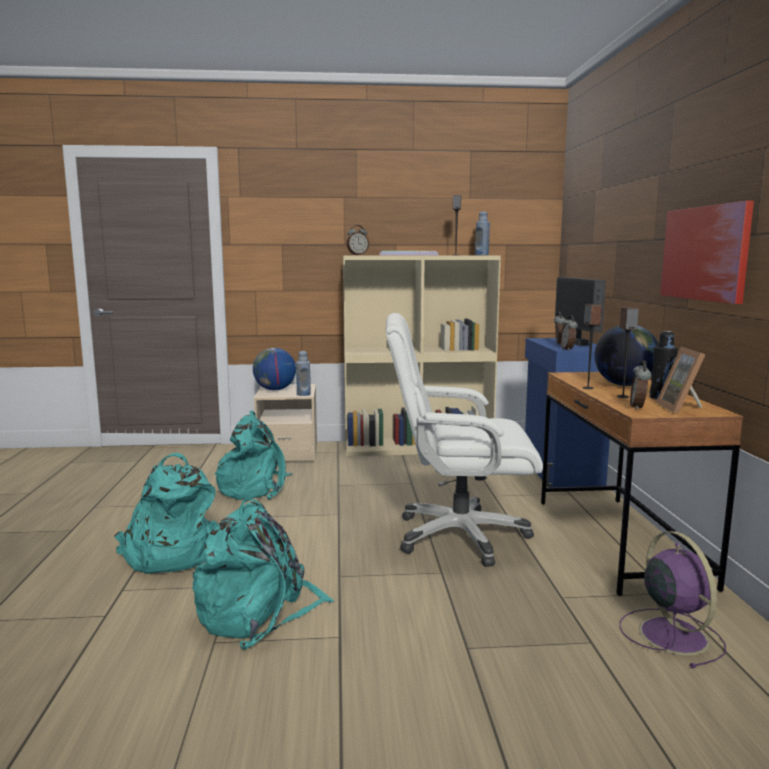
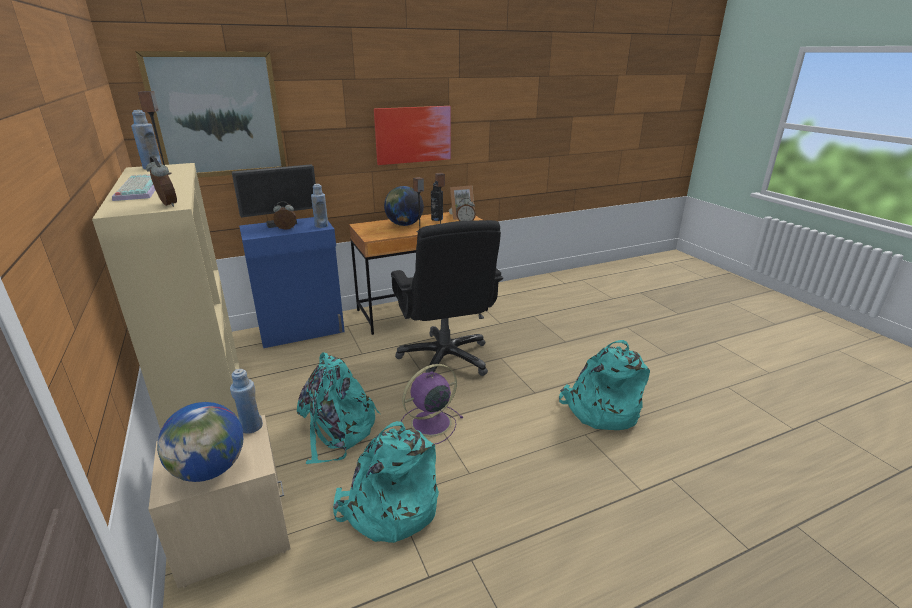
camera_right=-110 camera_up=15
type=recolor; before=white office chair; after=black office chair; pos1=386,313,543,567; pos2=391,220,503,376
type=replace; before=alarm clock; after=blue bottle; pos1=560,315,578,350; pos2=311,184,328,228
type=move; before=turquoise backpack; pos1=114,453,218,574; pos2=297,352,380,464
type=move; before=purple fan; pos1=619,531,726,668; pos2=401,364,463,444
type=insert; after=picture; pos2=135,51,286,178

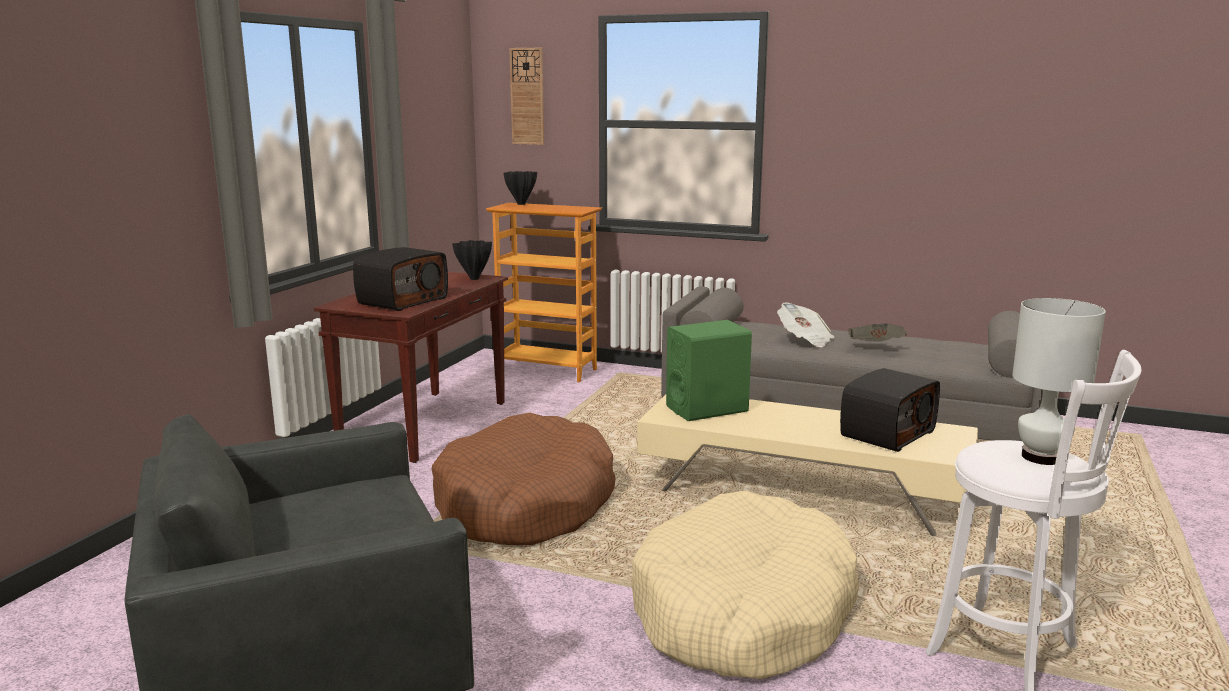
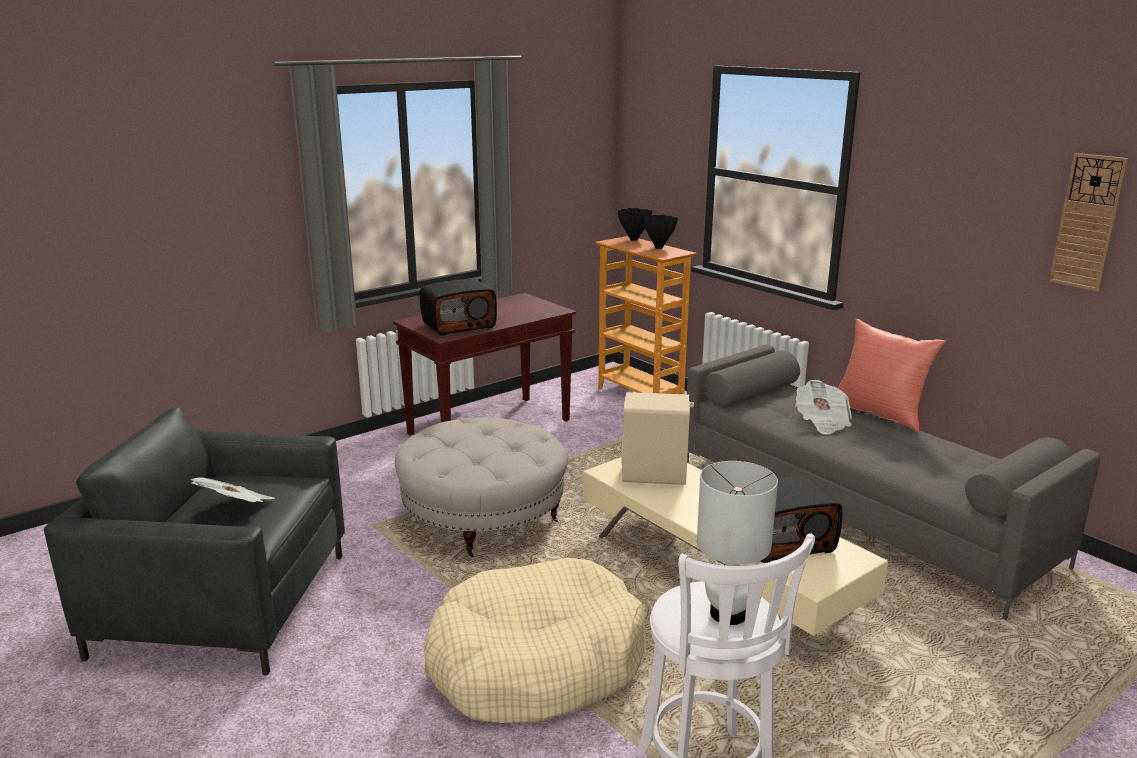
camera_right=30 camera_up=5
type=move; before=wall clock; pos1=509,48,544,145; pos2=1049,153,1128,291
type=move; before=black vase; pos1=452,240,492,280; pos2=643,215,678,249
type=recolor; before=green speaker; after=beige speaker; pos1=666,320,752,421; pos2=622,392,694,485
type=move; before=newspaper; pos1=849,323,907,341; pos2=191,477,275,502
type=replace; before=brown dog bed; after=beige ottoman; pos1=431,413,616,545; pos2=395,417,568,557
type=insert; after=red pillow; pos2=838,319,946,432

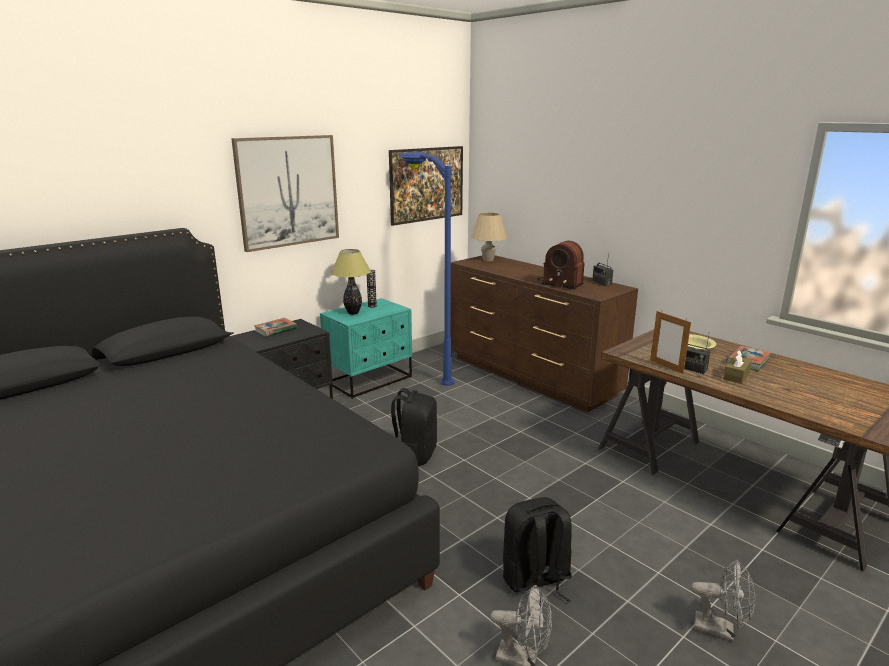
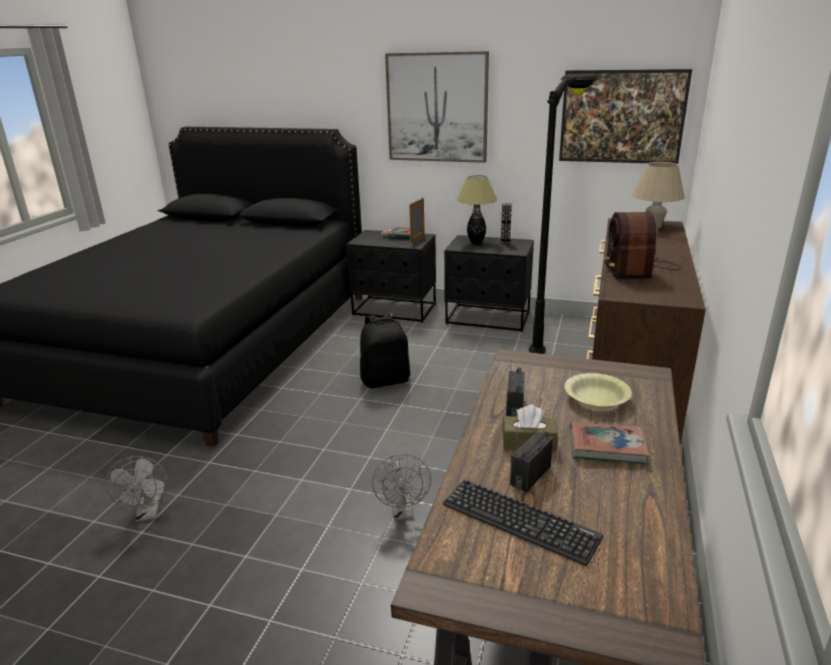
camera_right=60 camera_up=5
type=recolor; before=blue floor lamp; after=black floor lamp; pos1=399,152,455,386; pos2=529,74,599,354
type=move; before=radio; pos1=592,253,613,286; pos2=510,420,553,492
type=recolor; before=turquoise nightstand; after=black nightstand; pos1=320,298,412,399; pos2=444,235,534,332
type=move; before=picture frame; pos1=650,311,691,374; pos2=410,198,425,244
type=delete; before=black backpack; pos1=503,497,572,607
type=move; before=grey fan; pos1=691,560,755,641; pos2=372,454,431,520
type=insert; after=keyboard; pos2=443,479,603,566

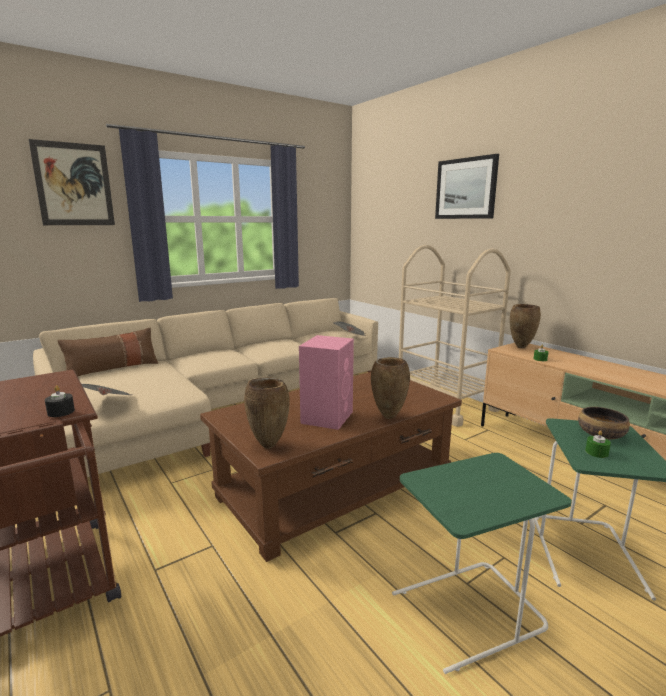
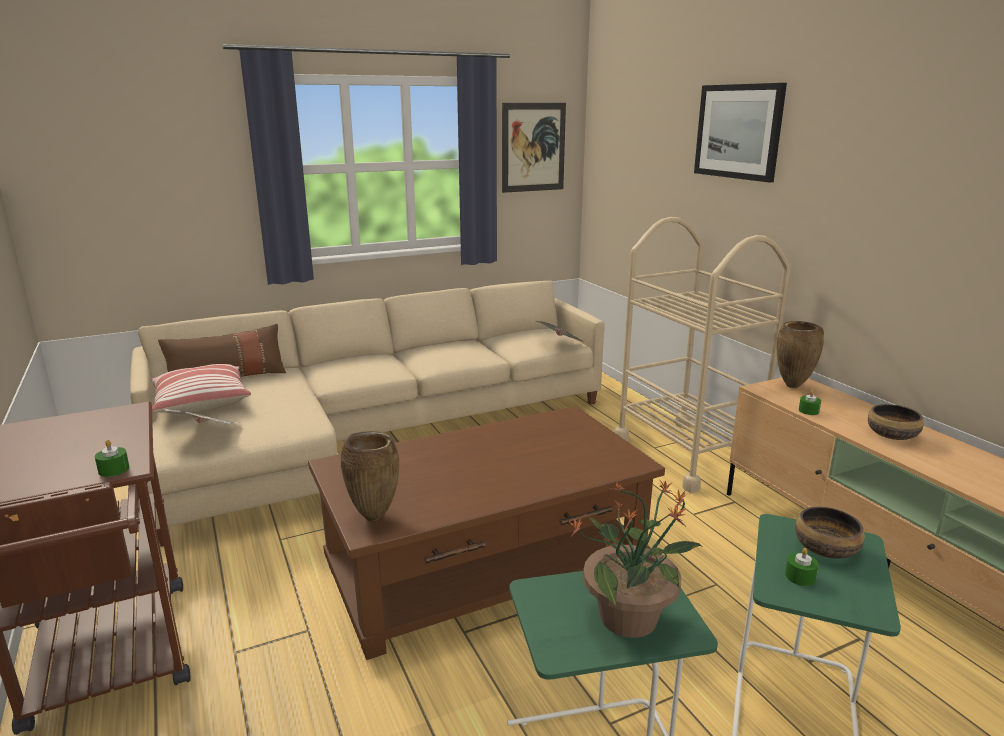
camera_right=10 camera_up=5
type=move; before=picture; pos1=28,139,115,225; pos2=502,103,566,193
type=delete; before=pink speaker; pos1=299,335,354,430
type=delete; before=brown vase; pos1=371,357,410,419
type=recolor; before=black candle; after=green candle; pos1=45,385,75,417; pos2=95,440,129,477
type=insert; after=pillow; pos2=151,364,251,414
type=insert; after=bowl; pos2=868,404,924,440
type=insert; after=potted plant; pos2=568,480,703,638

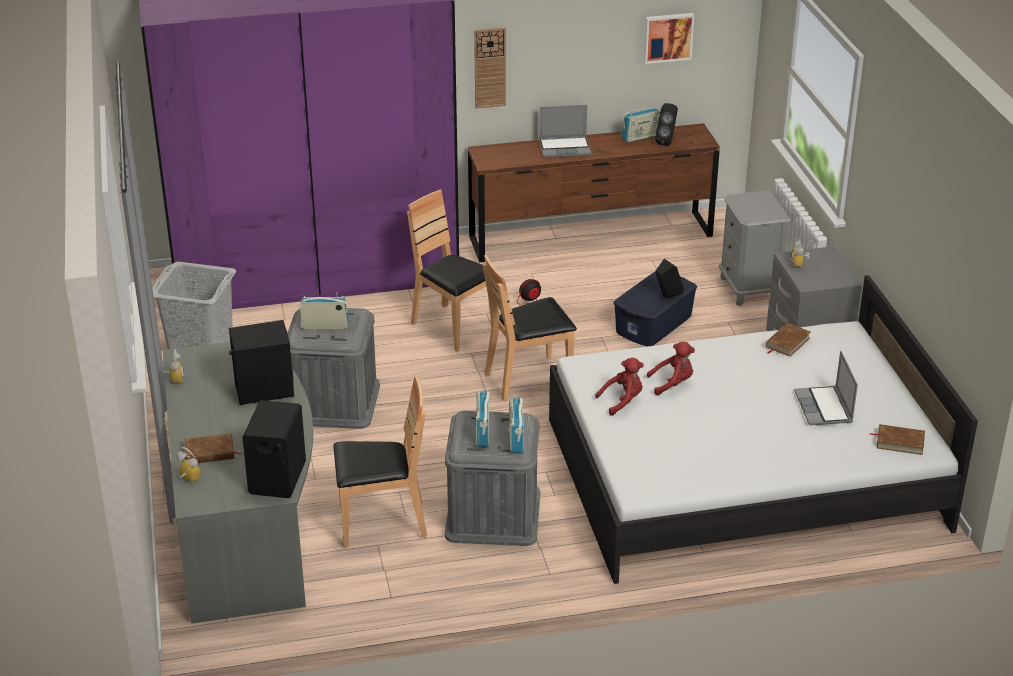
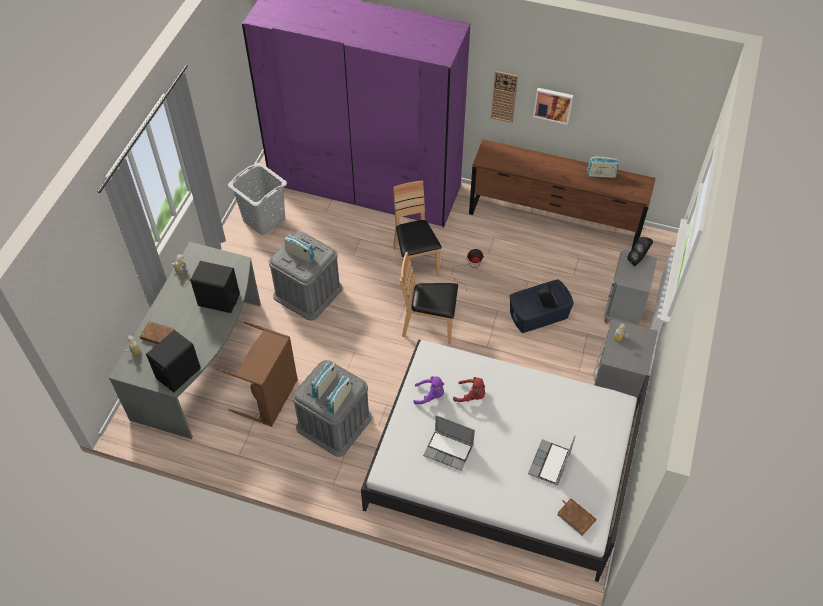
camera_right=30 camera_up=20
type=move; before=picture; pos1=644,13,694,64; pos2=533,88,573,125
type=move; before=black speaker; pos1=655,103,678,146; pos2=627,237,653,266
type=move; before=laptop; pos1=539,105,591,158; pos2=423,415,475,471
type=delete; before=brown book; pos1=766,323,811,357
type=recolor; before=red plush toy; after=purple plush toy; pos1=595,357,644,415; pos2=413,376,444,405
type=replace; before=brown chair; after=brown laundry basket; pos1=333,376,427,548; pos2=216,322,298,427

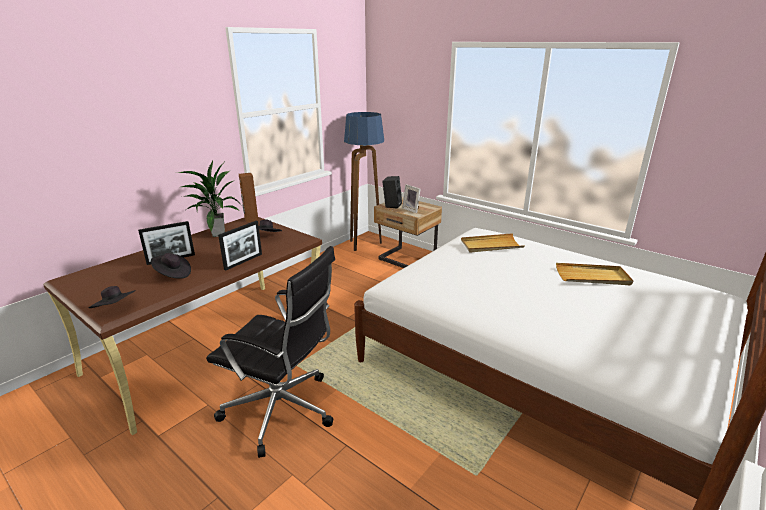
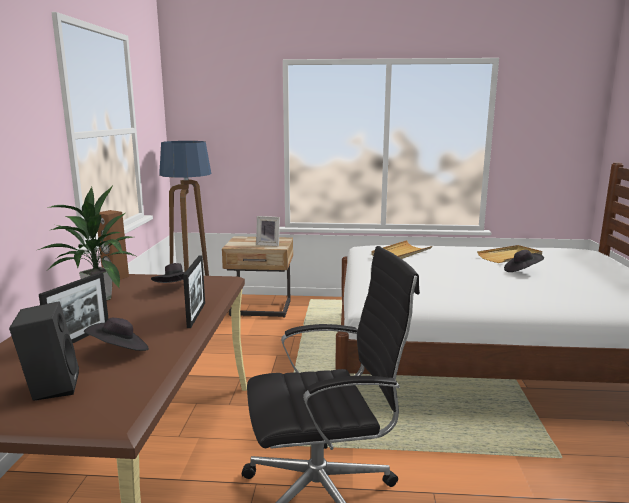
camera_right=-35 camera_up=-10
type=move; before=black speaker; pos1=382,176,402,209; pos2=9,301,79,401
type=move; before=black hat; pos1=89,286,136,308; pos2=504,250,544,272

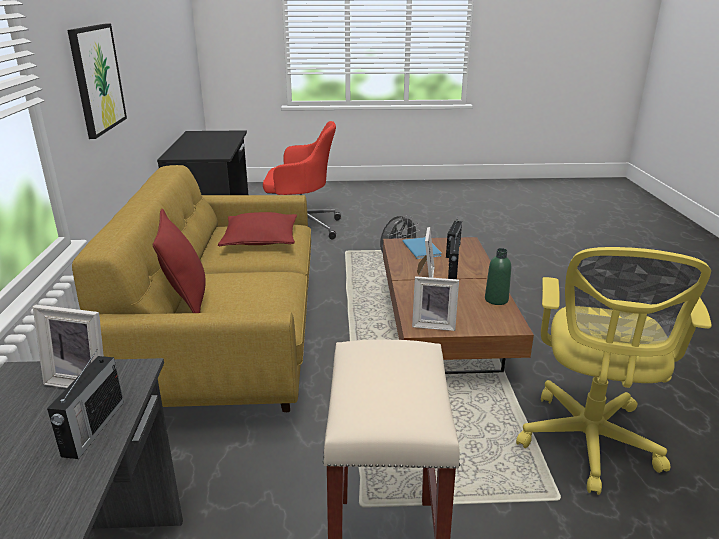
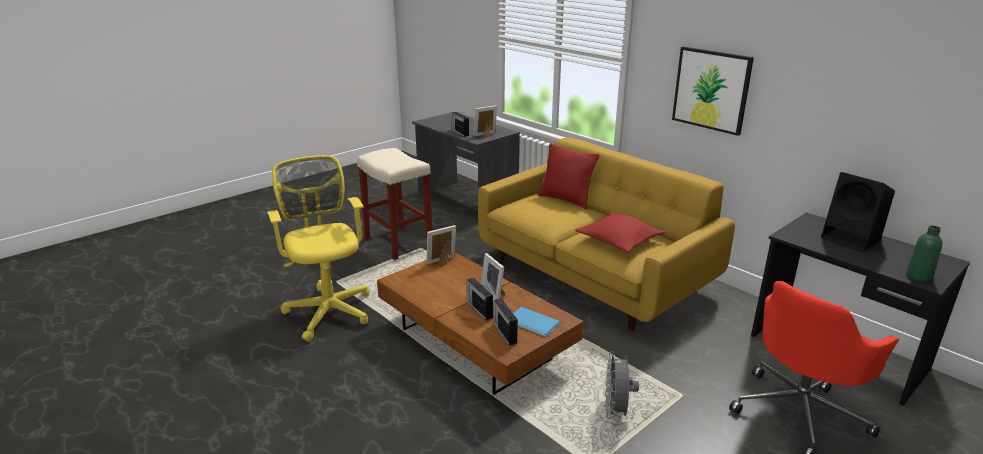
camera_right=140 camera_up=0
type=move; before=green bottle; pos1=485,248,511,305; pos2=906,226,943,282
type=insert; after=black speaker; pos2=821,172,895,252

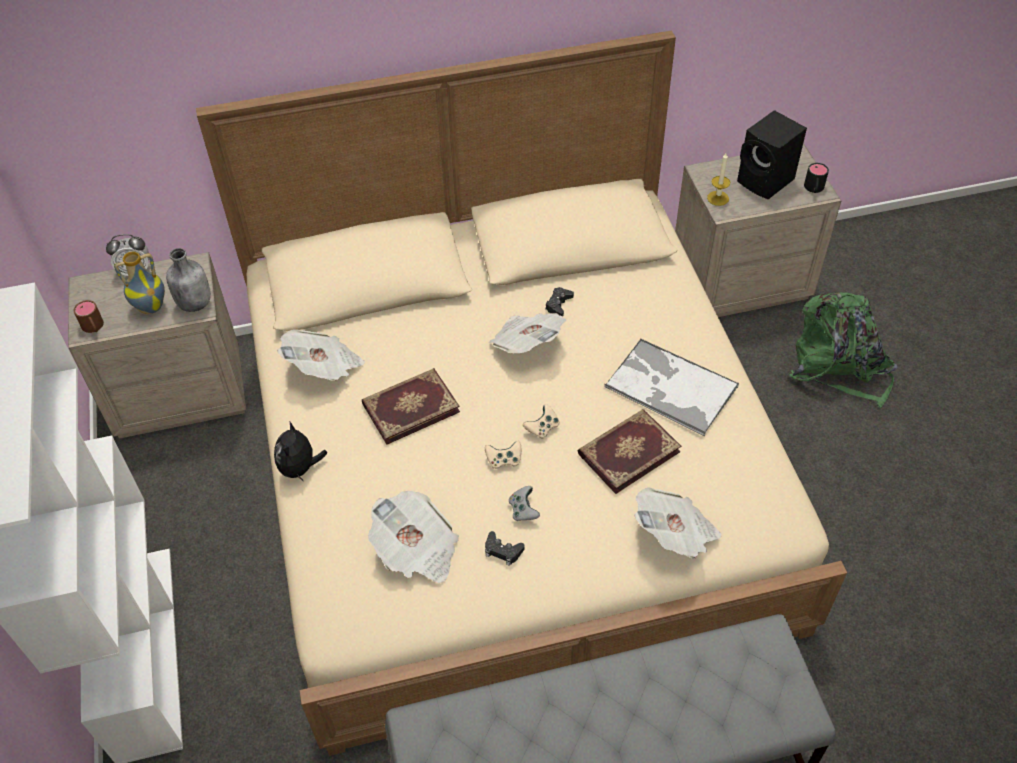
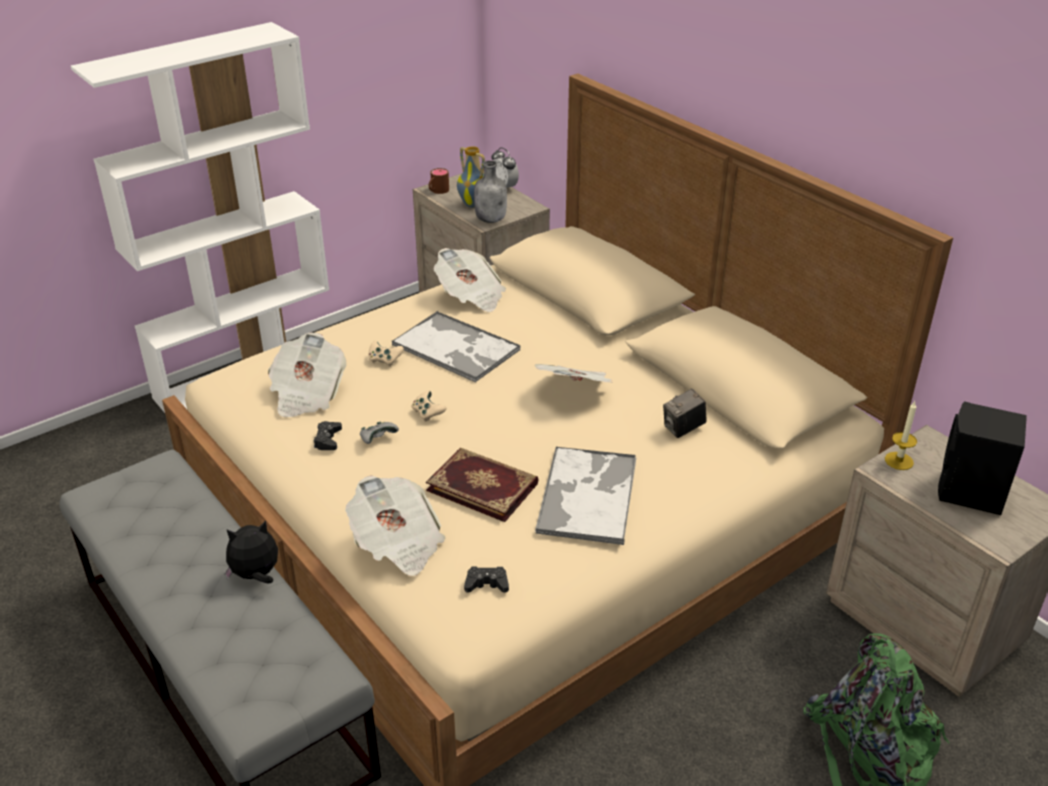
camera_right=65 camera_up=-15
type=delete; before=black mug; pos1=804,163,829,193
type=move; before=black game controller; pos1=545,287,574,316; pos2=464,567,509,593
type=replace; before=book; after=tray; pos1=362,368,460,445; pos2=392,311,521,383
type=move; before=beige game controller; pos1=523,404,560,439; pos2=368,341,404,367
type=move; before=plush toy; pos1=274,422,328,482; pos2=225,520,278,584
type=insert; after=photo camera; pos2=663,389,707,438

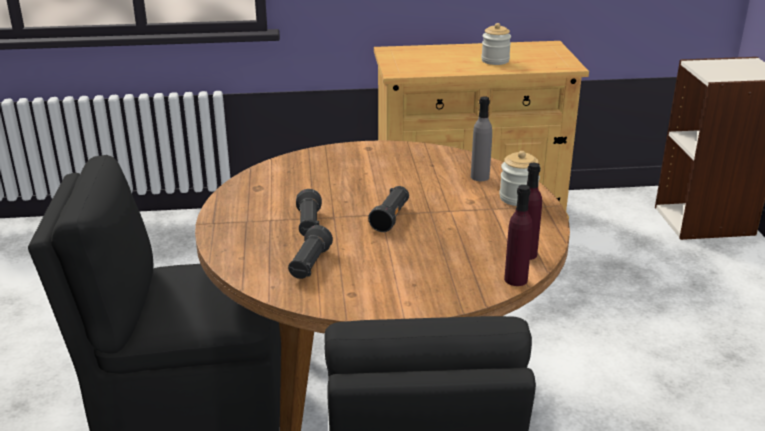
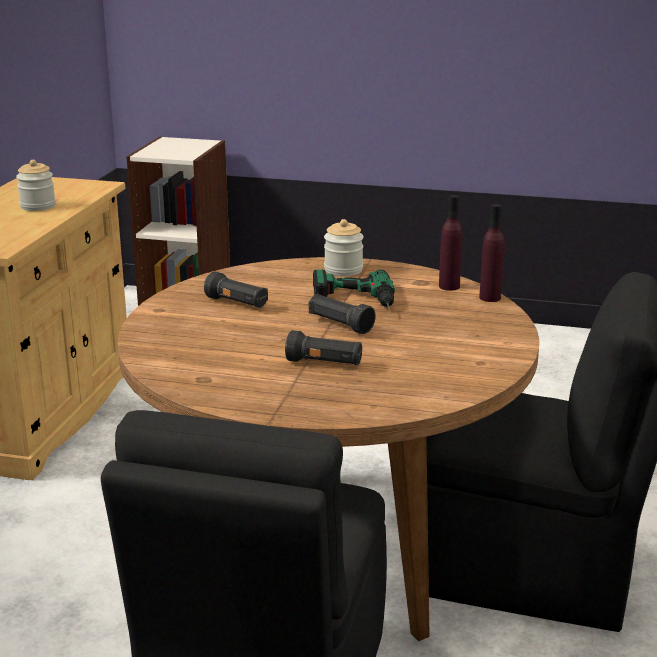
camera_right=-70 camera_up=-5
type=delete; before=grey bottle; pos1=471,96,492,181
type=move; before=black flashlight; pos1=288,225,333,279; pos2=204,271,268,308
type=insert; after=power drill; pos2=313,270,395,311

